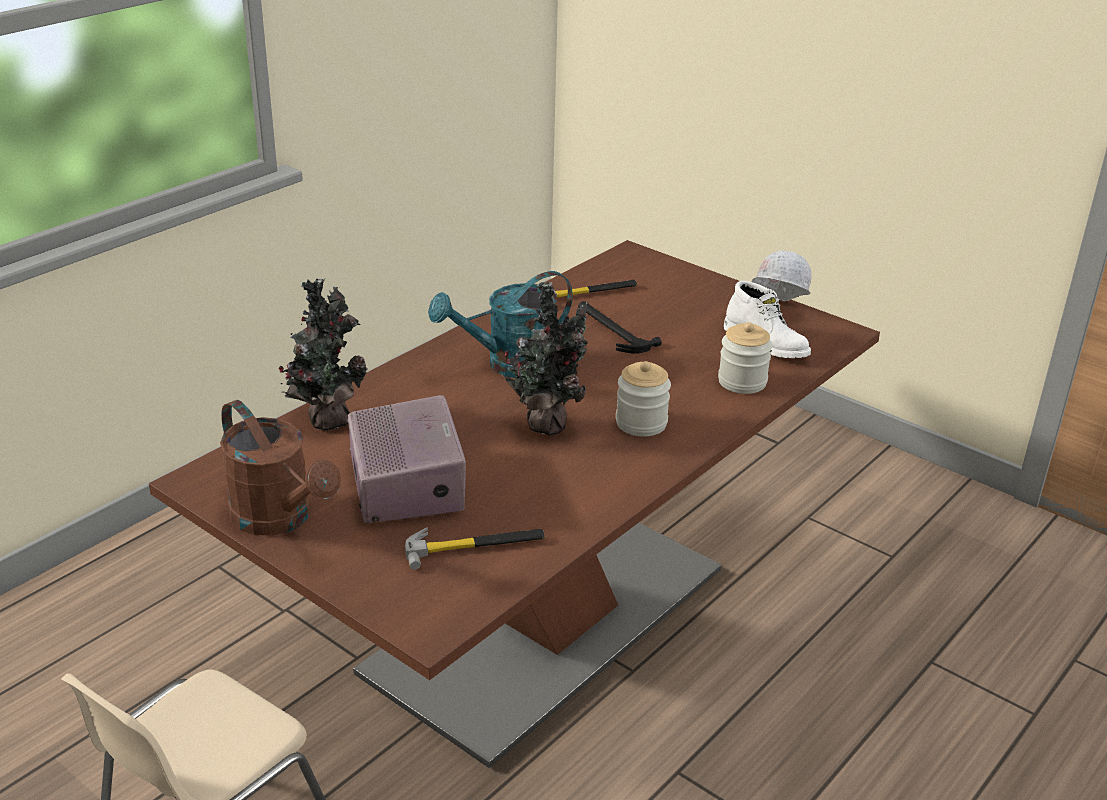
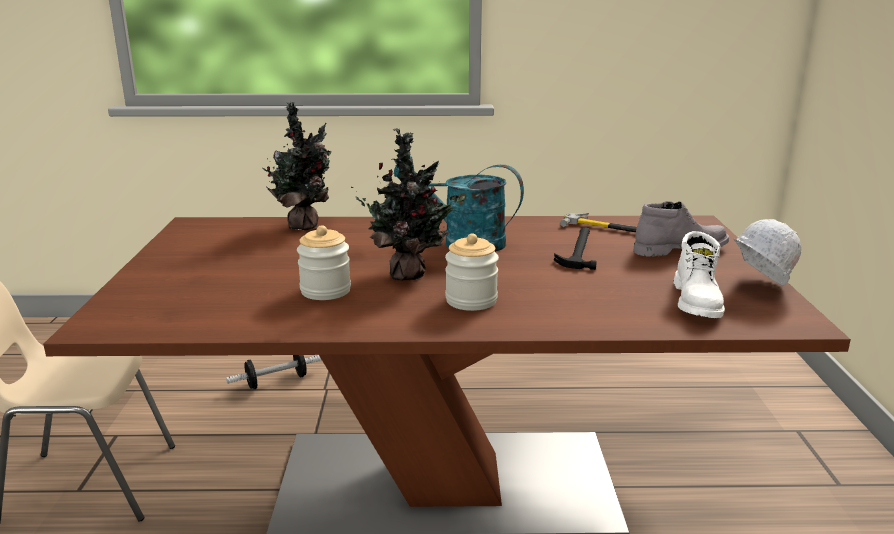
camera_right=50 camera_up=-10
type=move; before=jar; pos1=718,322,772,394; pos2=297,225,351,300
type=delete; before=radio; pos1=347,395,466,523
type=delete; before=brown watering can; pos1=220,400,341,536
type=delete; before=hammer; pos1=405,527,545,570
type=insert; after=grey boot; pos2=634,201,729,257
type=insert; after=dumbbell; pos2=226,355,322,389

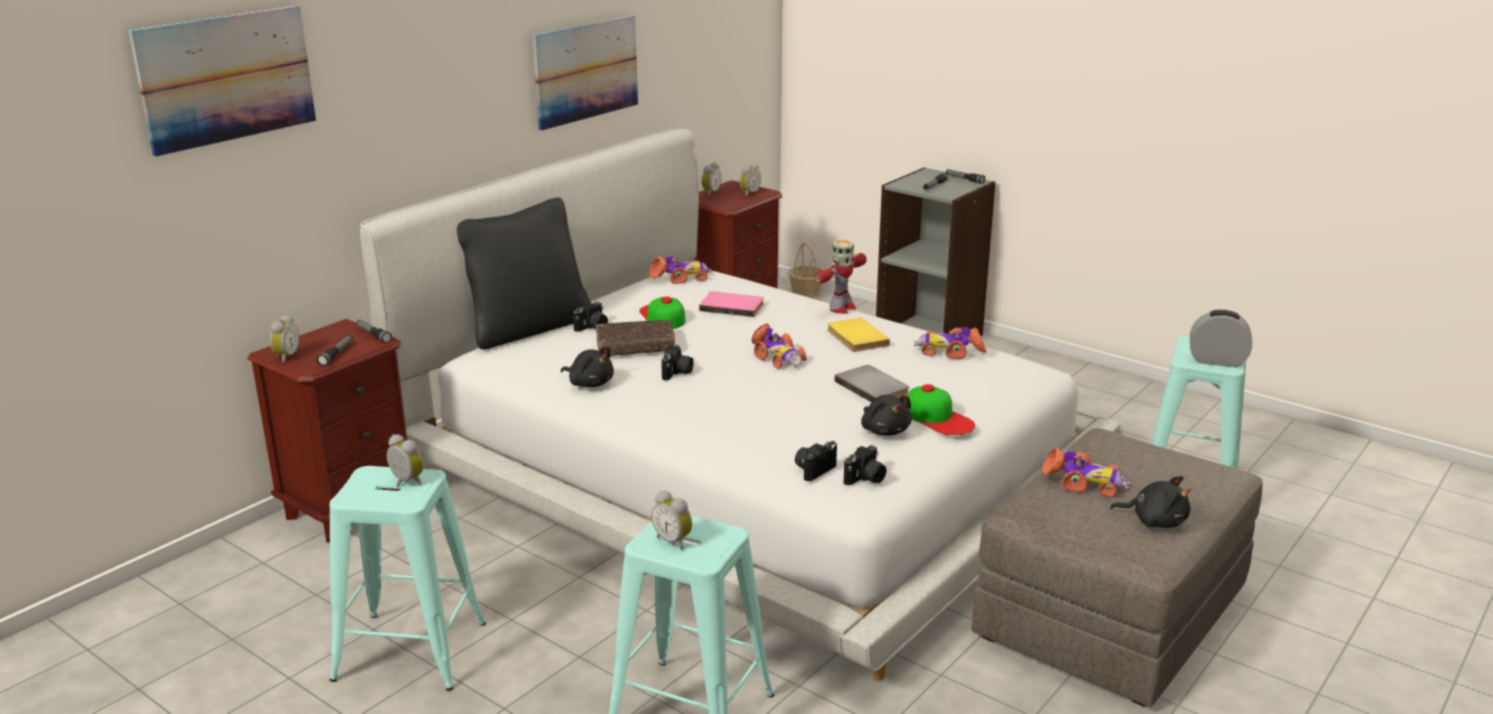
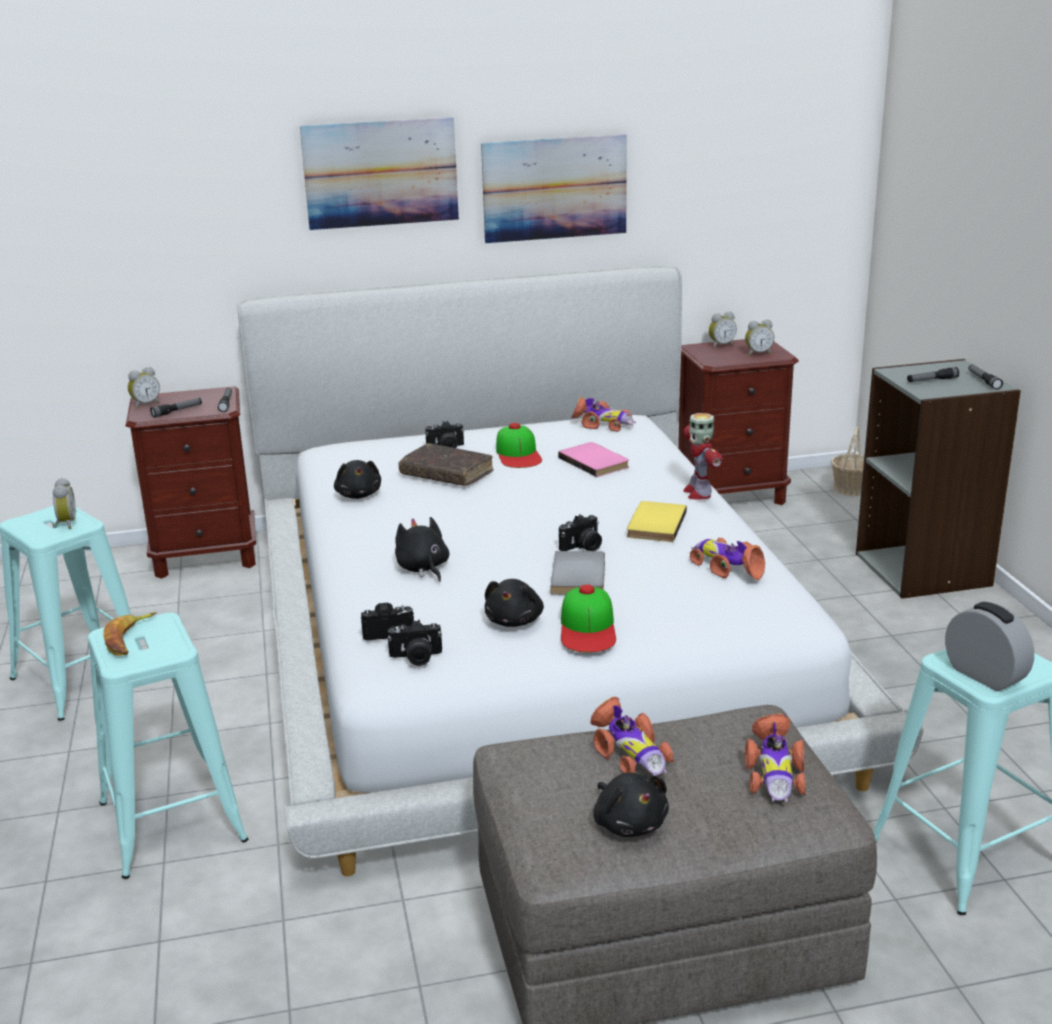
camera_right=40 camera_up=0
type=move; before=picture; pos1=128,5,316,157; pos2=300,117,459,230
type=delete; before=black pillow; pos1=457,198,590,350
type=rotate; before=toy robot; pos1=814,240,867,314; pos2=683,413,723,500; turn=90
type=rotate; before=cap; pos1=639,297,685,329; pos2=496,423,542,468; turn=150
type=move; before=toy car; pos1=751,323,807,369; pos2=745,713,806,802
type=move; before=photo camera; pos1=661,345,693,380; pos2=559,514,602,551
type=replace; before=alarm clock; after=banana; pos1=651,491,692,550; pos2=103,612,156,656
type=insert; after=black plush toy; pos2=395,517,449,582

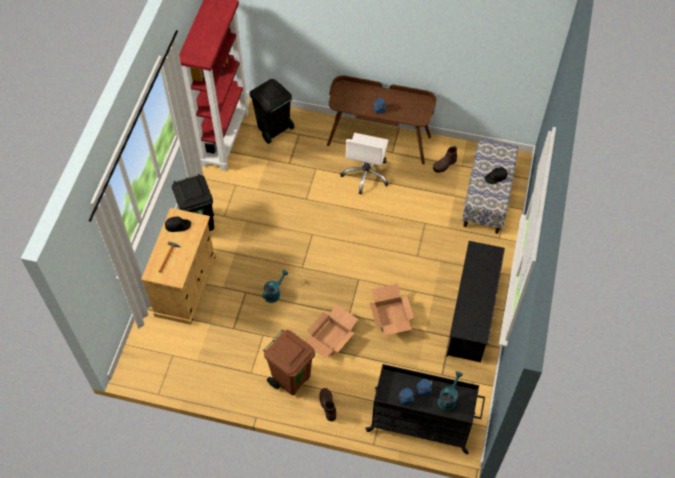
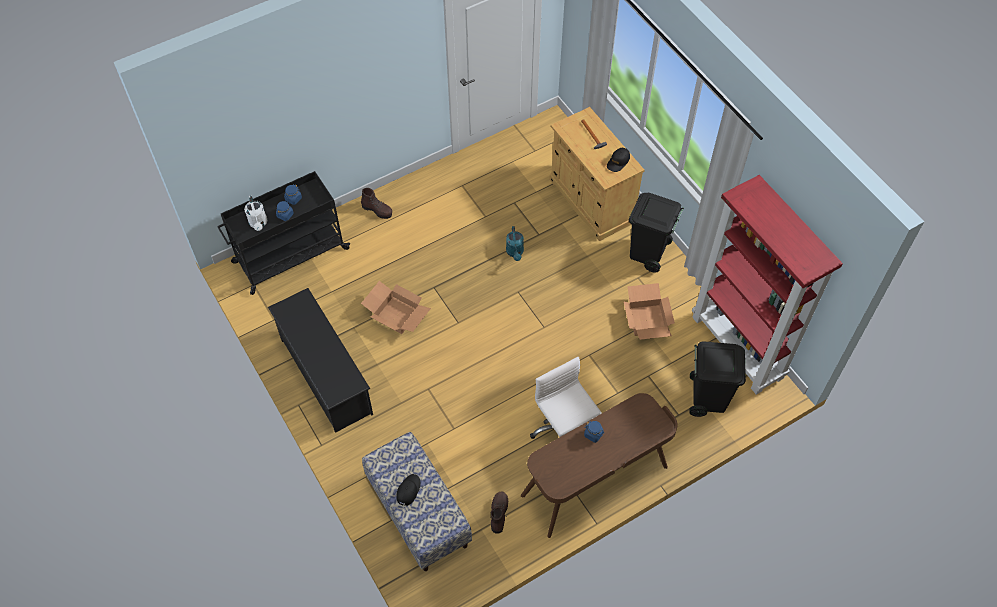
camera_right=135 camera_up=0
type=move; before=cardboard box; pos1=305,304,358,358; pos2=623,283,675,340
type=delete; before=brown trash can; pos1=263,329,315,395
type=recolor; before=turquoise watering can; after=white watering can; pos1=438,371,463,411; pos2=244,195,267,231

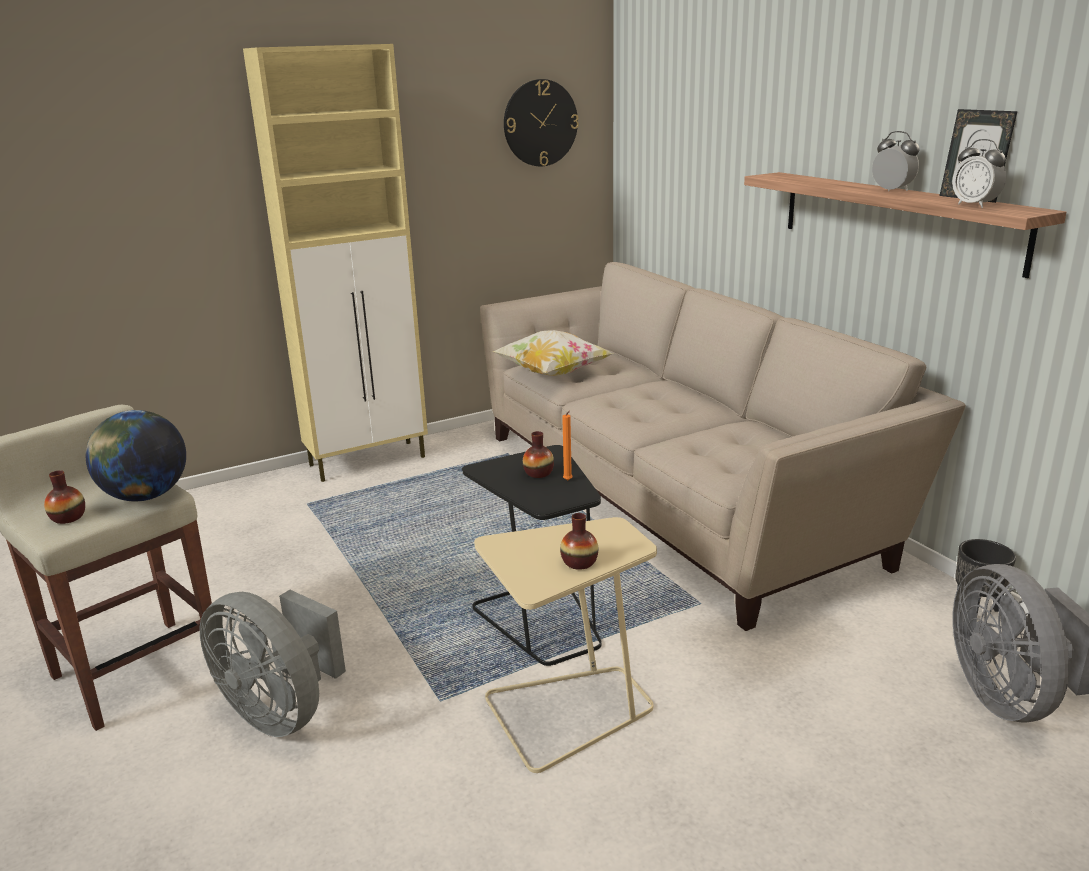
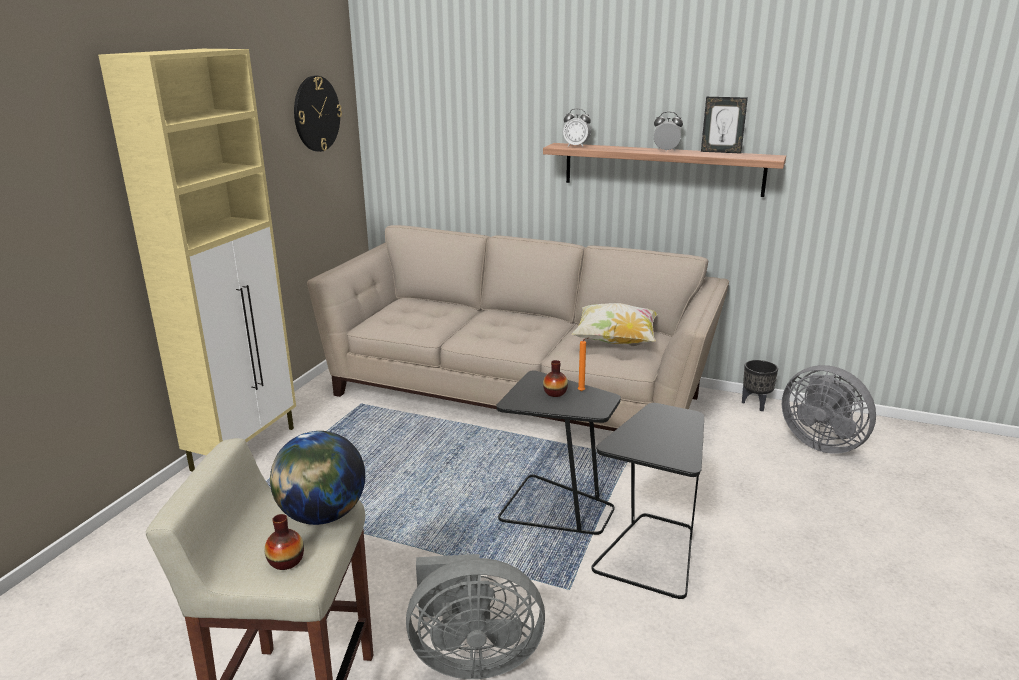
camera_right=-40 camera_up=0
type=move; before=alarm clock; pos1=952,139,1007,208; pos2=563,108,591,147
type=move; before=pillow; pos1=492,330,614,376; pos2=571,303,657,344
type=delete; before=vase; pos1=560,513,598,570
type=recolor; before=beige side table; after=black side table; pos1=474,517,657,773; pos2=592,403,704,599

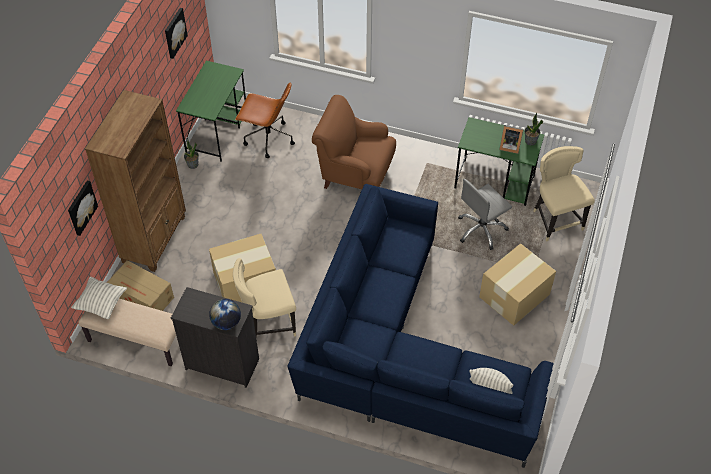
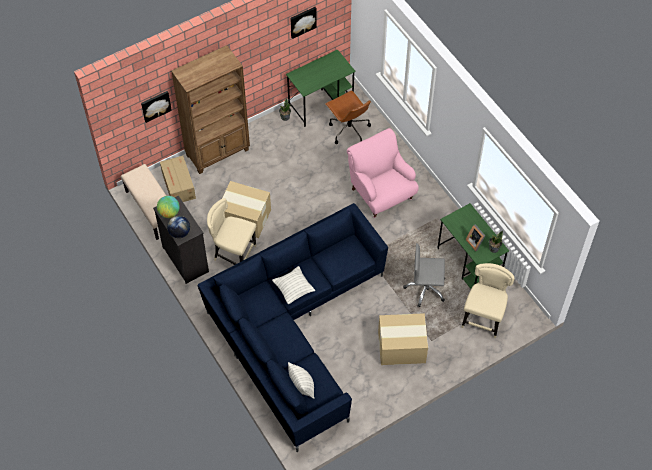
camera_right=40 camera_up=5
type=recolor; before=brown armchair; after=pink armchair; pos1=312,95,396,189; pos2=347,128,419,218
type=move; before=pillow; pos1=71,277,127,319; pos2=272,266,315,304
type=insert; after=globe; pos2=157,196,180,218

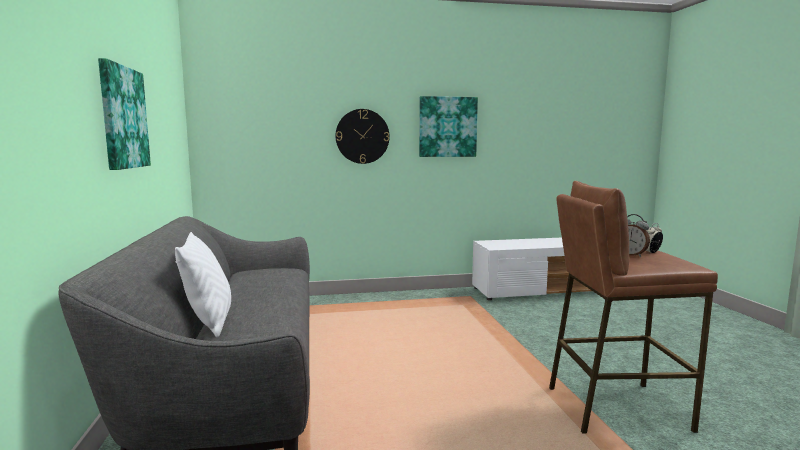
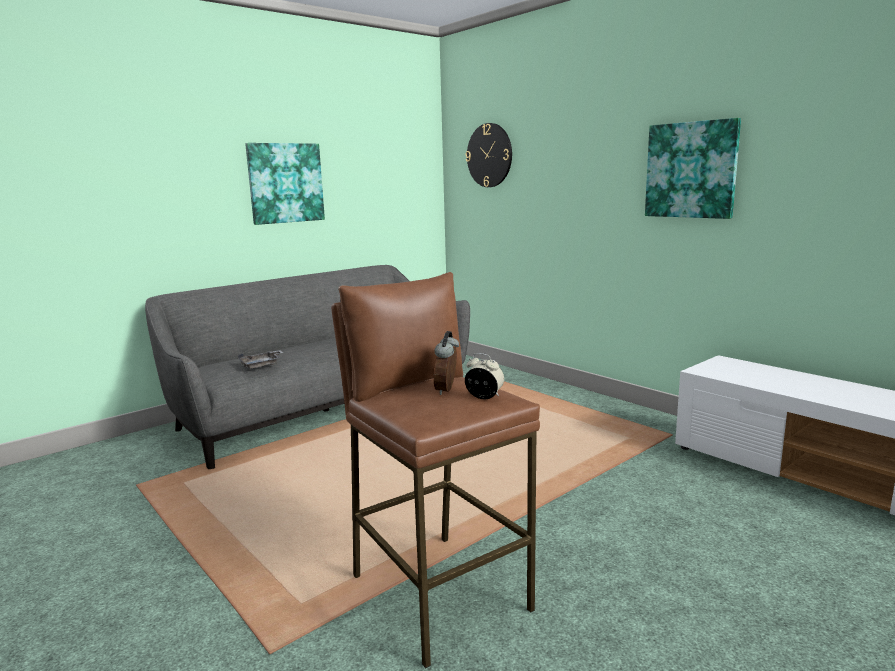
camera_right=60 camera_up=5
type=move; before=wall clock; pos1=335,109,390,164; pos2=466,123,512,187
type=delete; before=white pillow; pos1=175,232,231,337
type=insert; after=grey tray; pos2=238,350,284,369

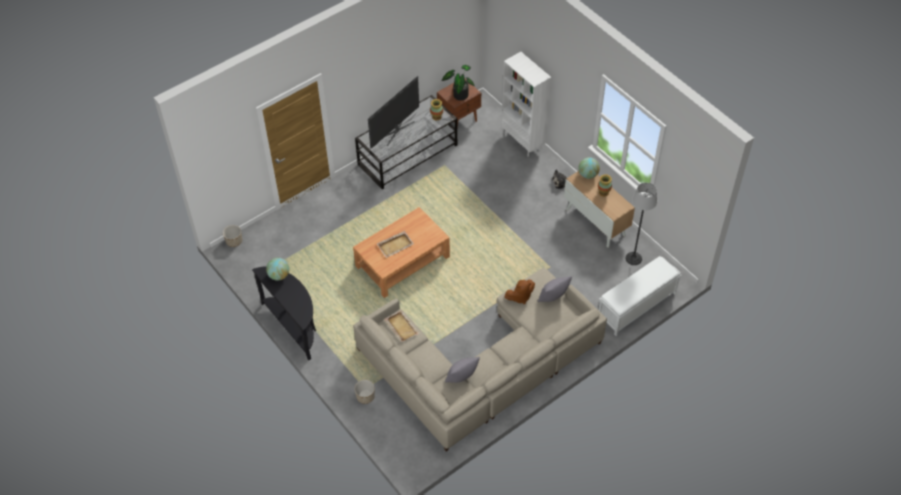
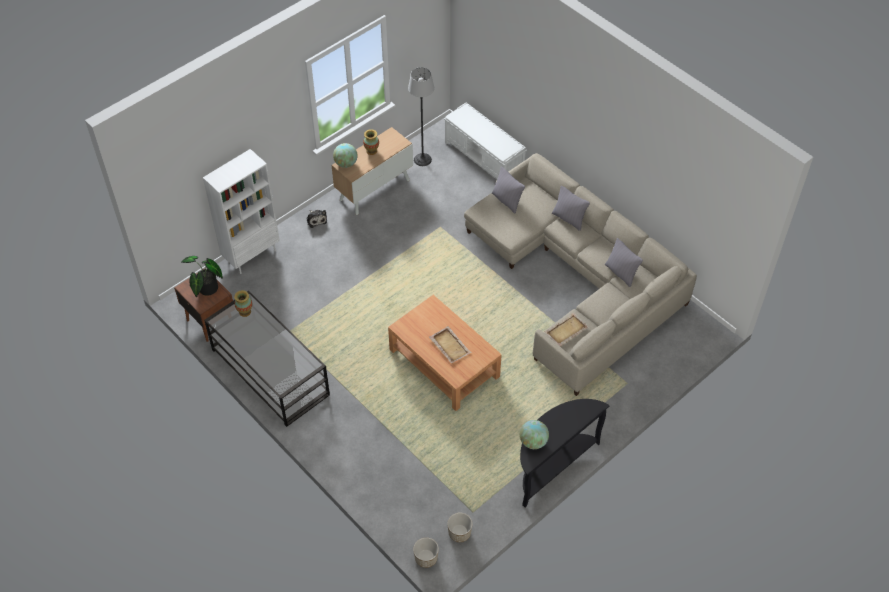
camera_right=-95 camera_up=0
type=delete; before=television; pos1=368,76,419,148
type=delete; before=brown plush toy; pos1=504,279,535,304
type=move; before=planter; pos1=354,380,375,404; pos2=447,513,472,542
type=insert; after=grey pillow; pos2=552,186,590,231

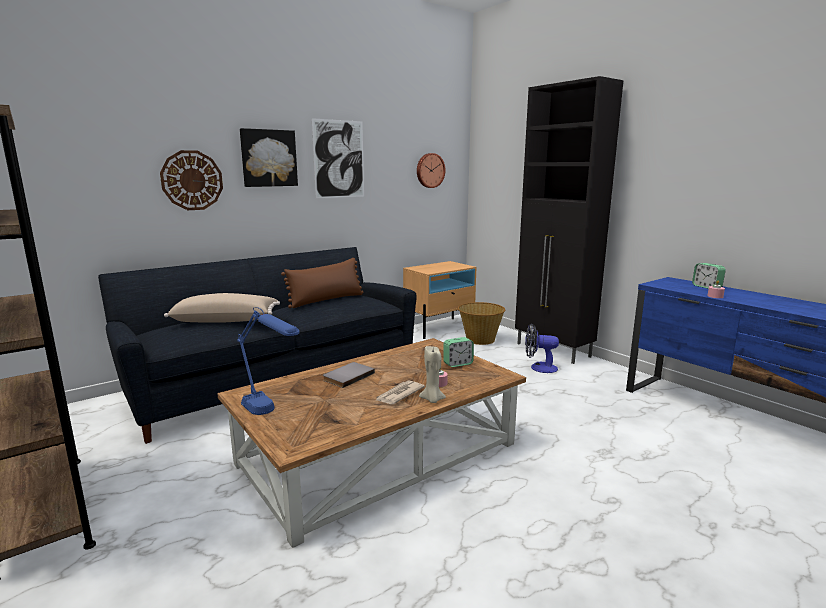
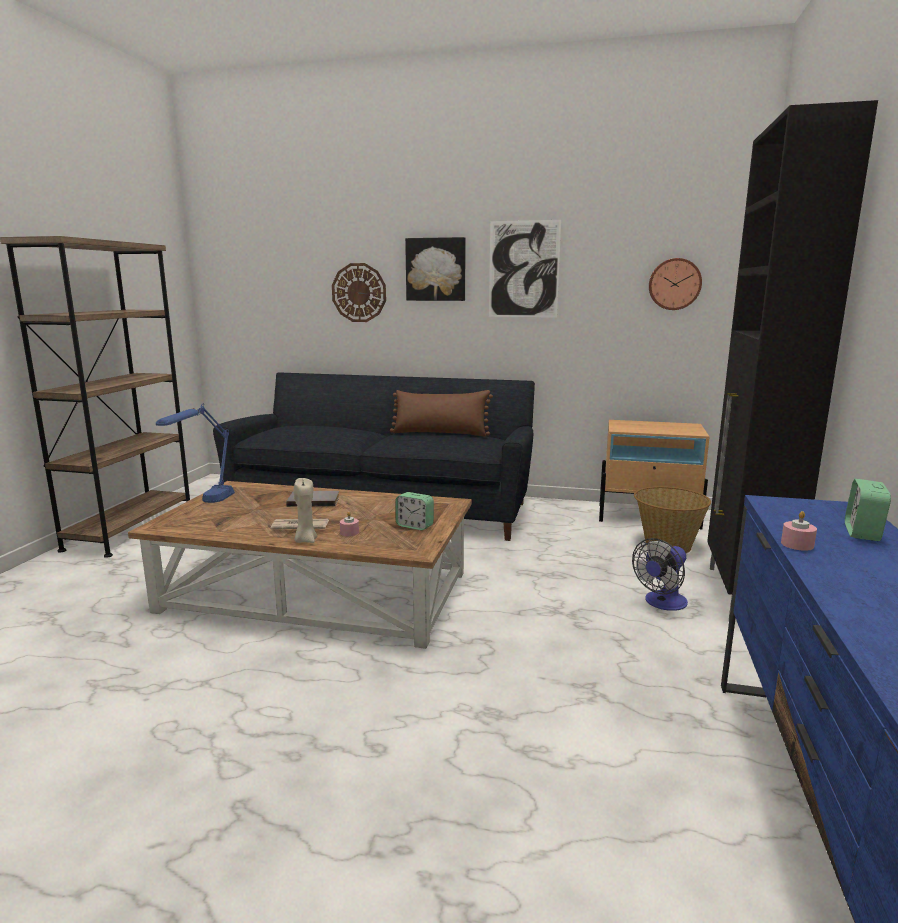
camera_right=50 camera_up=0
type=delete; before=beige pillow; pos1=164,293,280,323
type=rotate; before=fan; pos1=525,324,559,373; pos2=632,538,688,611; turn=-105

